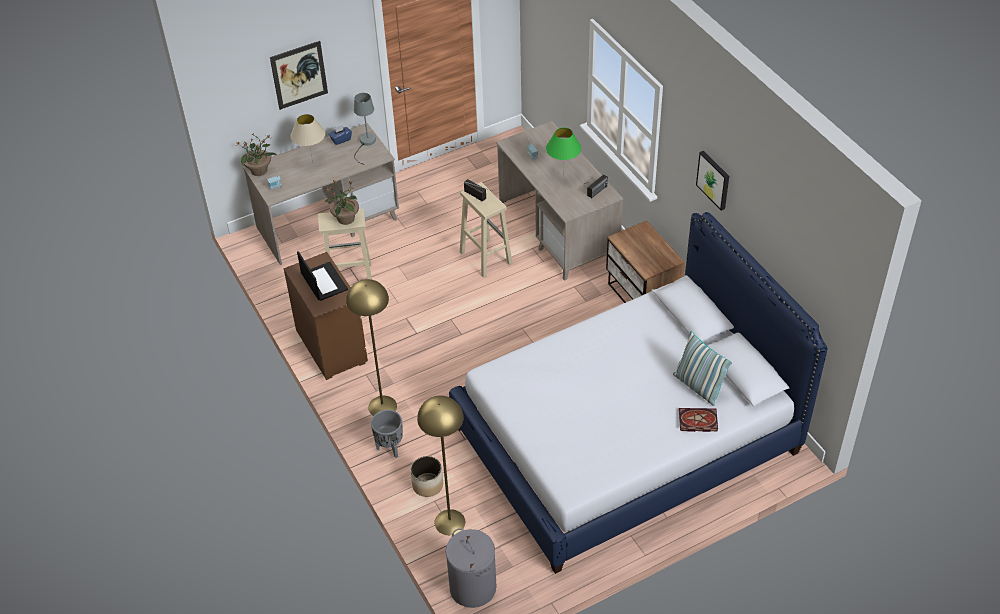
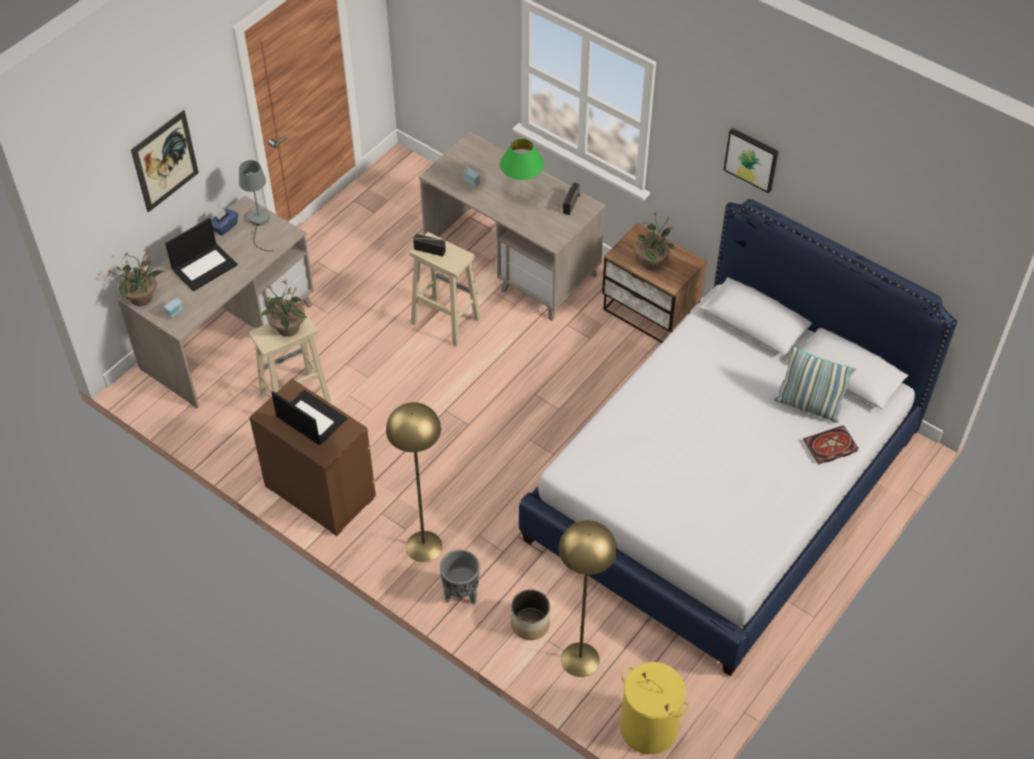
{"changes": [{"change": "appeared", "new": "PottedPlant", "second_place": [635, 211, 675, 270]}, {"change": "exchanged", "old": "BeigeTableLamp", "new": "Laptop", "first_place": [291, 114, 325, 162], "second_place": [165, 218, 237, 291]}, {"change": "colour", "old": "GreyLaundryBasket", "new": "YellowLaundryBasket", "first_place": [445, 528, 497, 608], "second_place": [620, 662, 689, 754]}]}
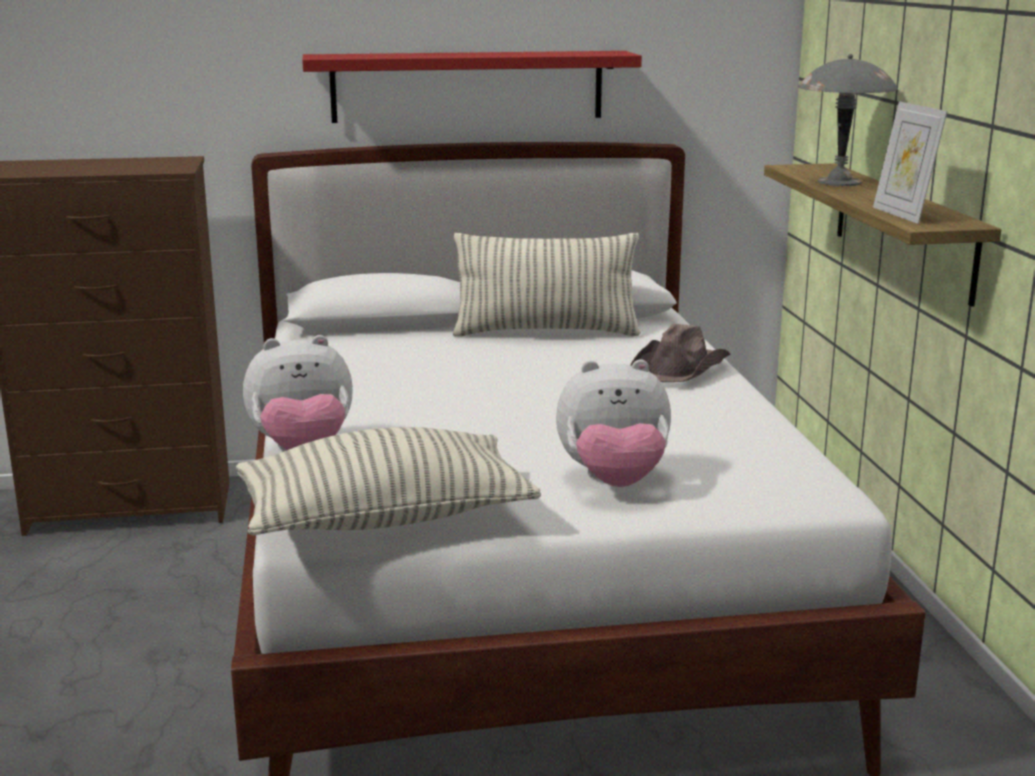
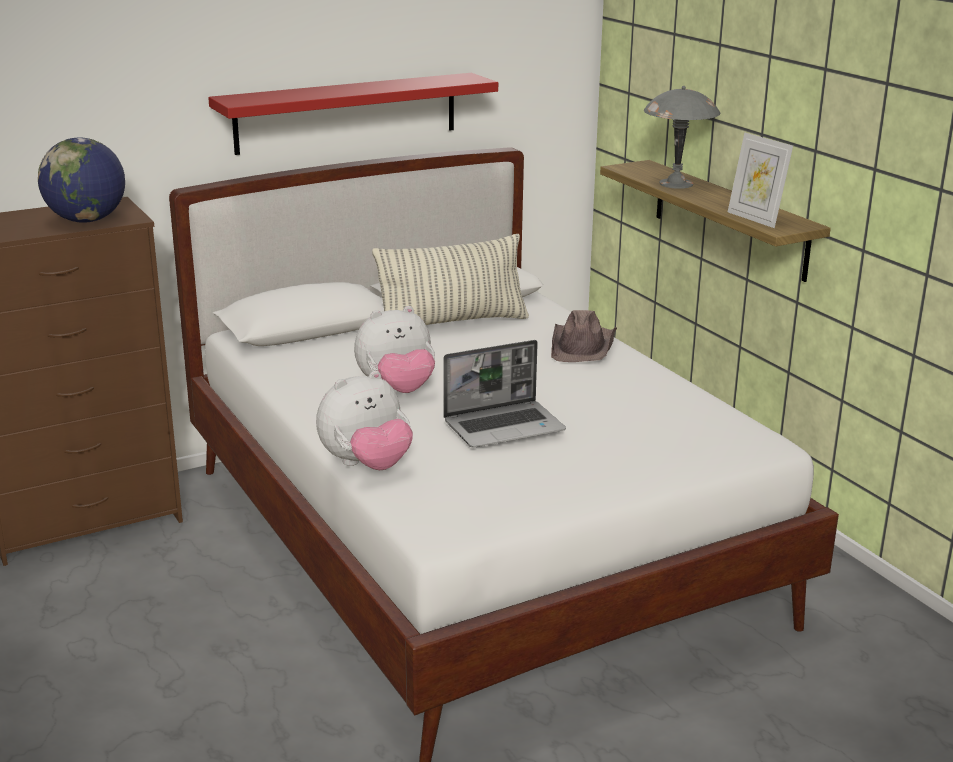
{"changes": [{"change": "missing", "old": "Pillow", "first_place": [236, 427, 541, 535]}, {"change": "appeared", "new": "Globe", "second_place": [38, 138, 125, 223]}, {"change": "appeared", "new": "Laptop", "second_place": [443, 340, 566, 448]}, {"change": "relocated", "old": "PlushToy", "first_place": [556, 359, 671, 487], "second_place": [354, 306, 435, 393]}]}
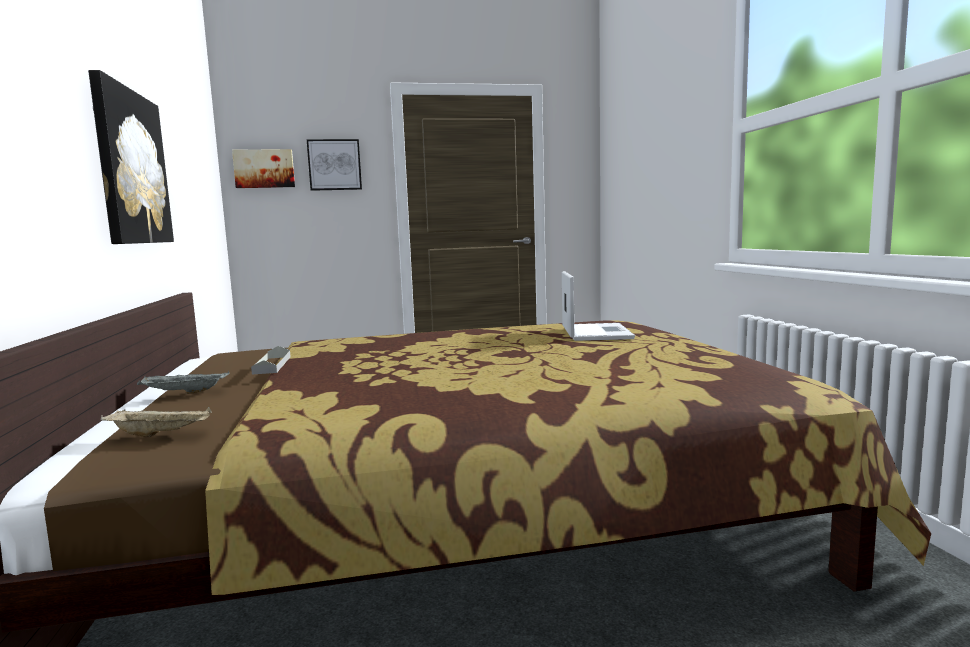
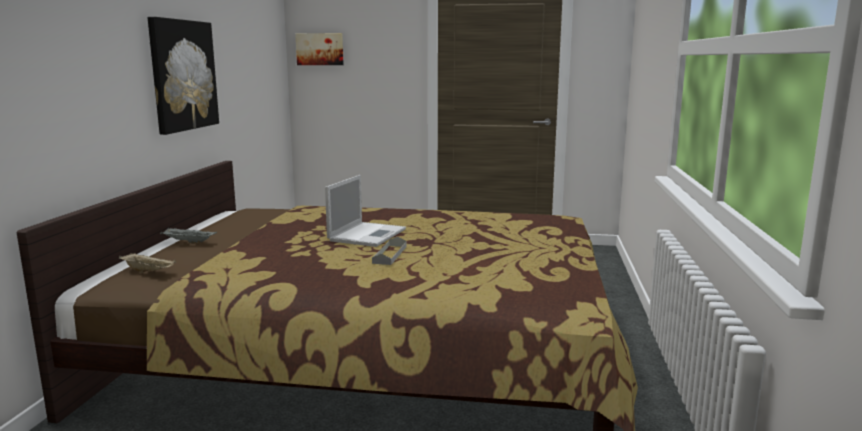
{"changes": [{"change": "missing", "old": "Picture", "first_place": [307, 139, 362, 191]}, {"change": "relocated", "old": "GreyTray", "first_place": [251, 346, 291, 374], "second_place": [372, 236, 407, 265]}, {"change": "relocated", "old": "Laptop", "first_place": [562, 271, 635, 341], "second_place": [325, 175, 406, 247]}]}
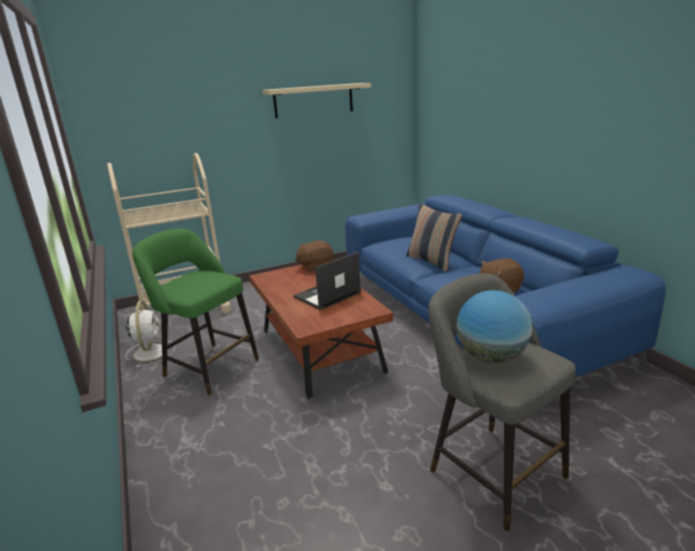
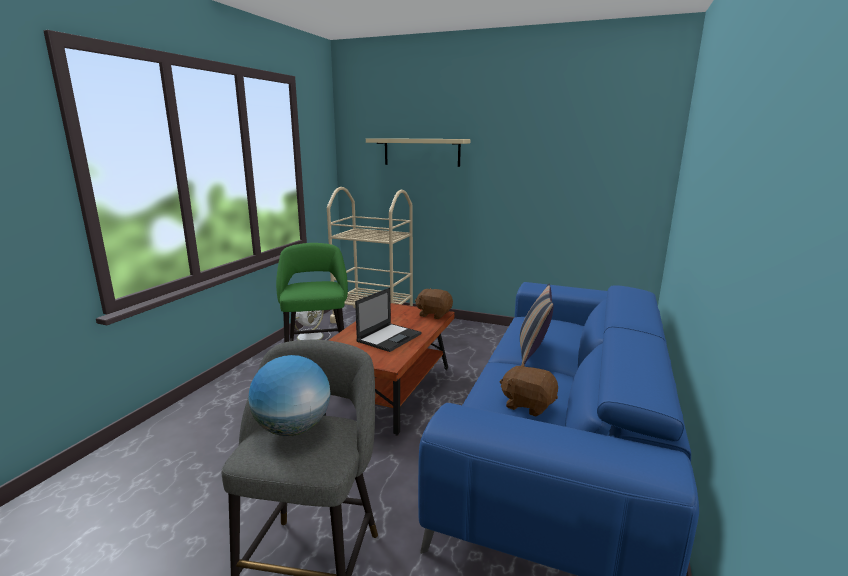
{"changes": [{"change": "relocated", "old": "BeigeShelf", "first_place": [262, 83, 371, 118], "second_place": [366, 138, 470, 167]}, {"change": "spun", "old": "Laptop", "first_place": [293, 252, 361, 310], "second_place": [355, 288, 422, 352], "degrees": 120}]}
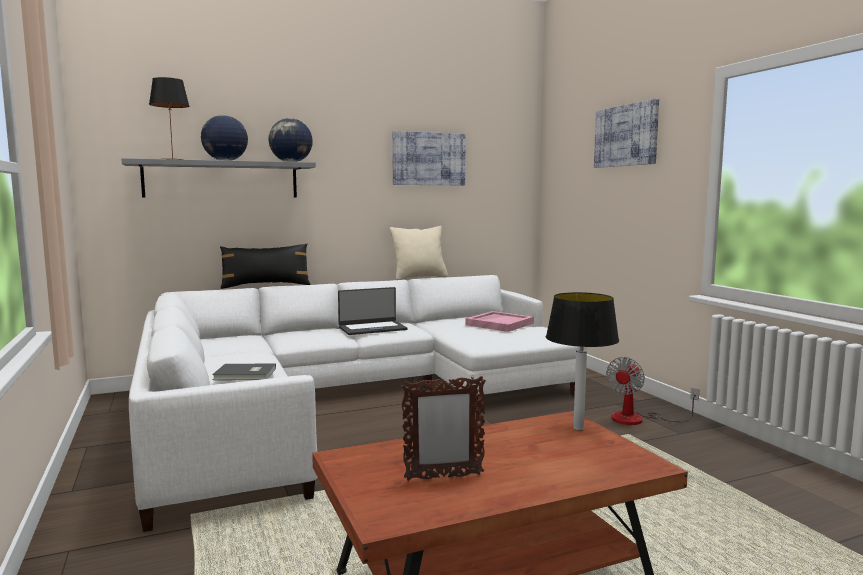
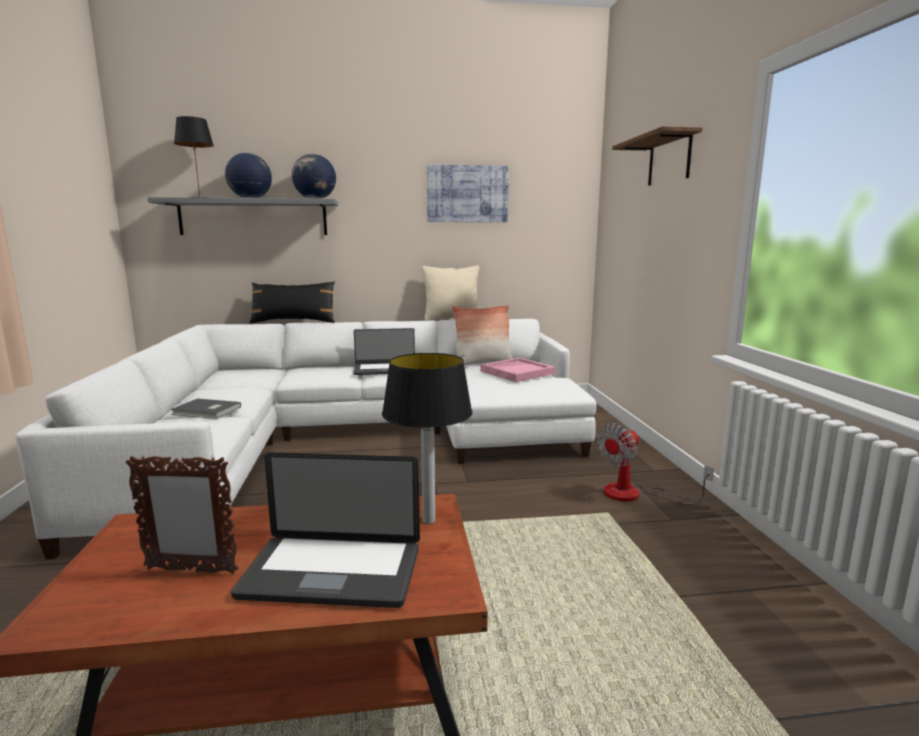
{"changes": [{"change": "appeared", "new": "Laptop", "second_place": [231, 452, 420, 608]}, {"change": "appeared", "new": "Pillow", "second_place": [452, 305, 513, 366]}, {"change": "exchanged", "old": "Picture", "new": "Shelf", "first_place": [594, 99, 659, 168], "second_place": [612, 126, 702, 186]}]}
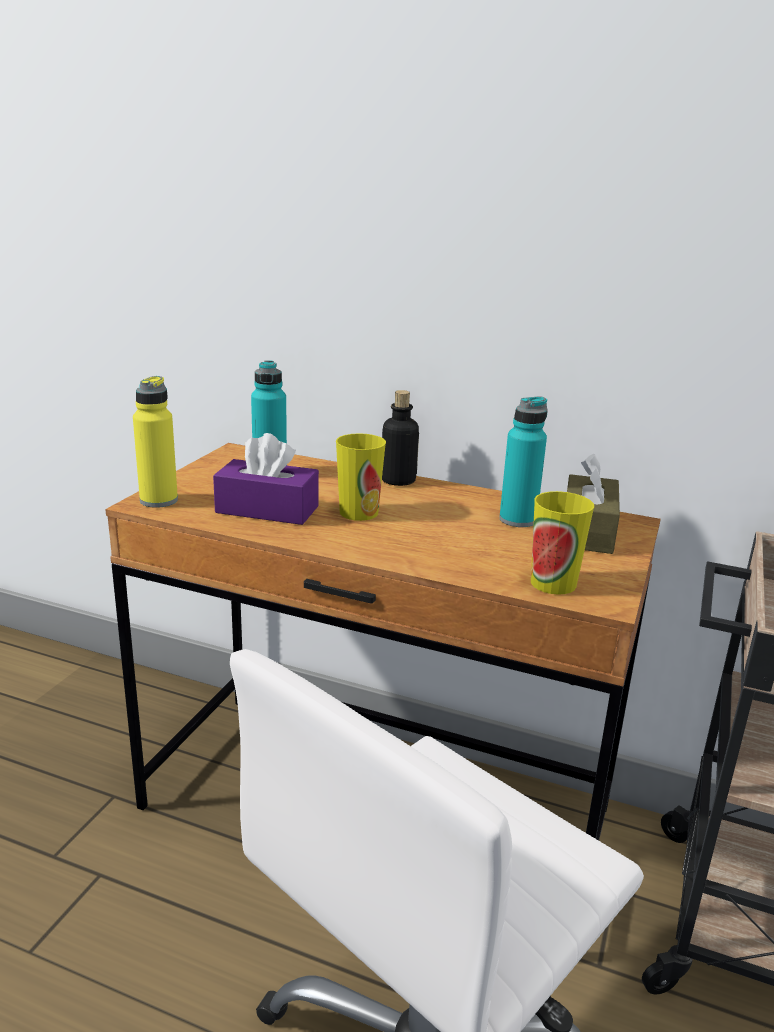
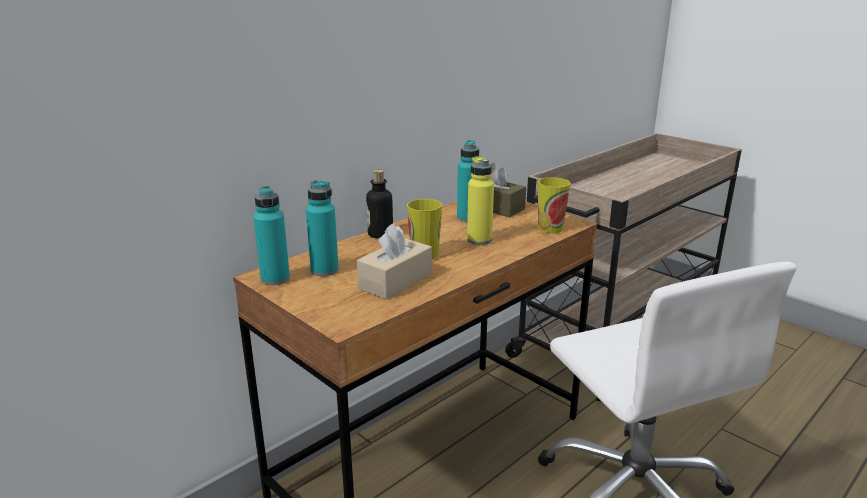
{"changes": [{"change": "appeared", "new": "TurquoiseBottle", "second_place": [253, 186, 290, 285]}, {"change": "relocated", "old": "YellowBottle", "first_place": [133, 376, 178, 508], "second_place": [467, 156, 494, 245]}, {"change": "colour", "old": "PurpleTissueBox", "new": "BeigeTissueBox", "first_place": [213, 433, 319, 525], "second_place": [357, 223, 432, 299]}]}
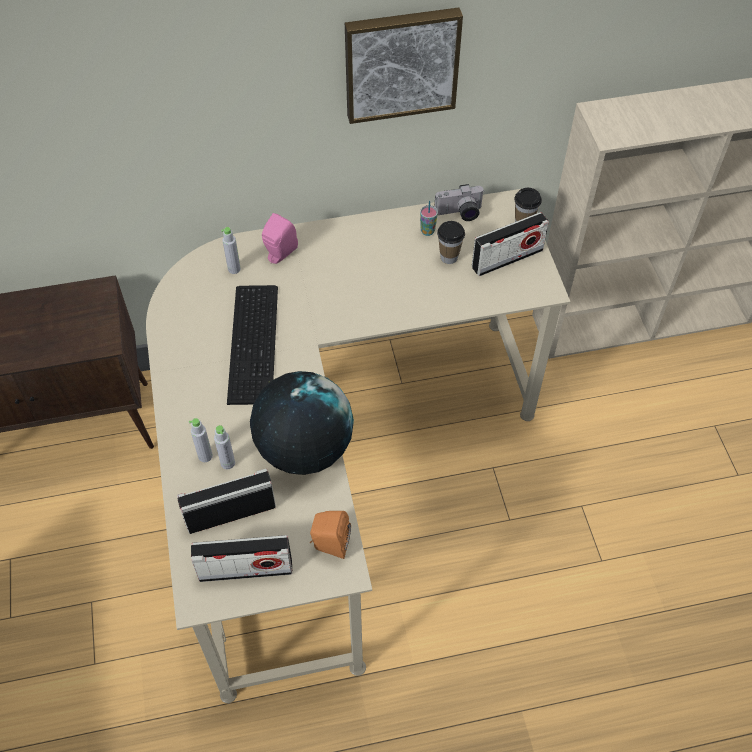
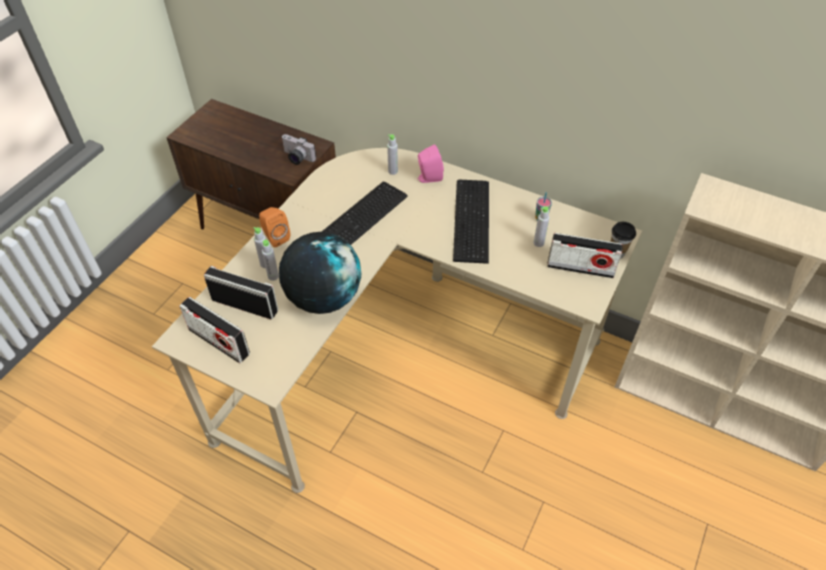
{"changes": [{"change": "missing", "old": "Picture", "first_place": [345, 7, 463, 124]}, {"change": "appeared", "new": "Keyboard", "second_place": [453, 180, 489, 264]}, {"change": "relocated", "old": "OrangeSpeaker", "first_place": [310, 511, 351, 559], "second_place": [259, 207, 290, 247]}, {"change": "relocated", "old": "PhotoCamera", "first_place": [434, 184, 485, 221], "second_place": [282, 134, 316, 165]}, {"change": "exchanged", "old": "Cup", "new": "GreyBottle", "first_place": [437, 221, 465, 264], "second_place": [534, 206, 549, 247]}]}
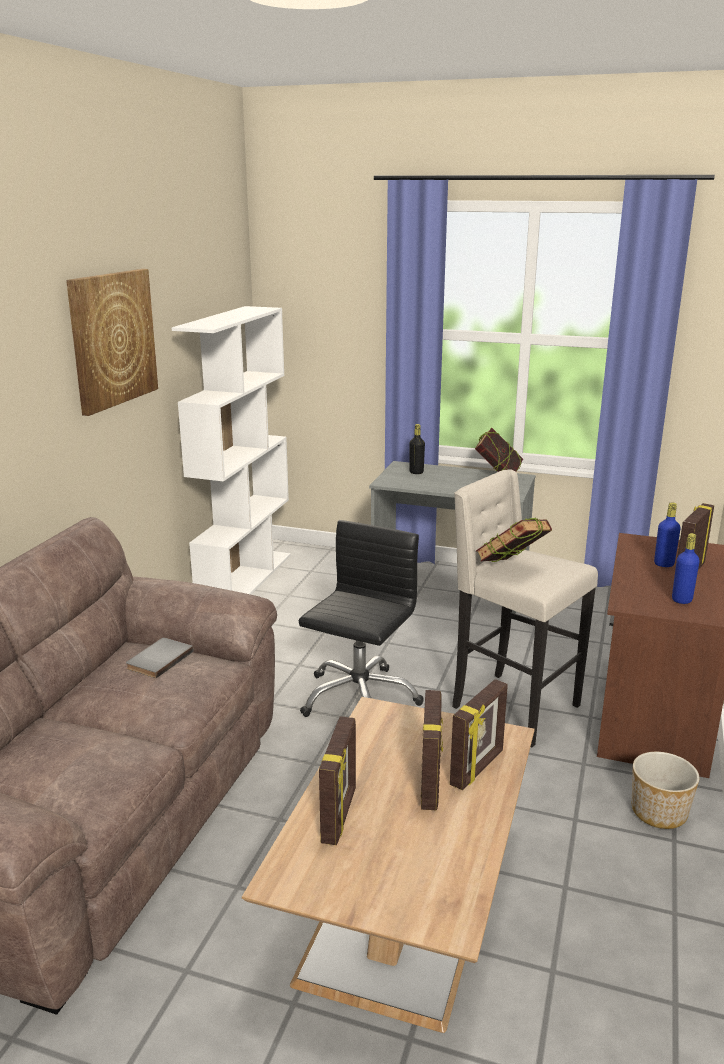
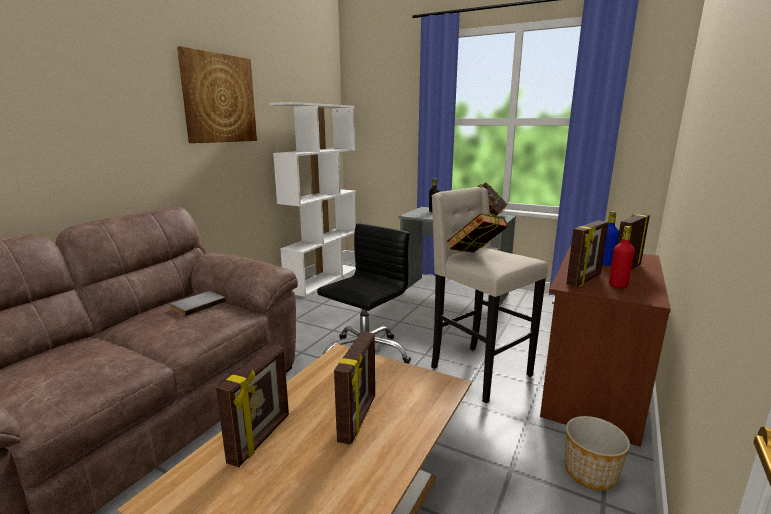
{"changes": [{"change": "relocated", "old": "PictureFrame", "first_place": [450, 679, 508, 790], "second_place": [566, 220, 609, 287]}, {"change": "colour", "old": "BlueBottle", "new": "RedBottle", "first_place": [672, 533, 700, 604], "second_place": [609, 226, 635, 289]}]}
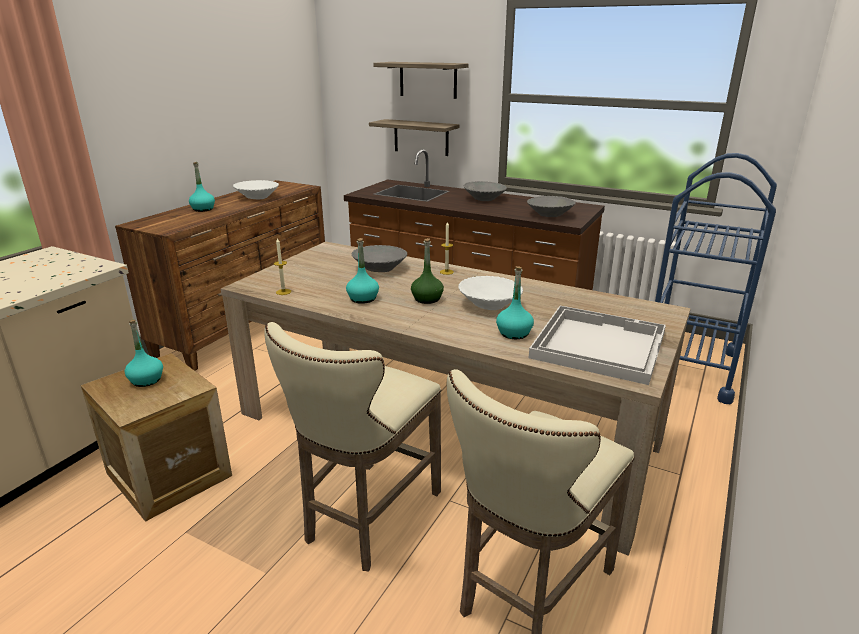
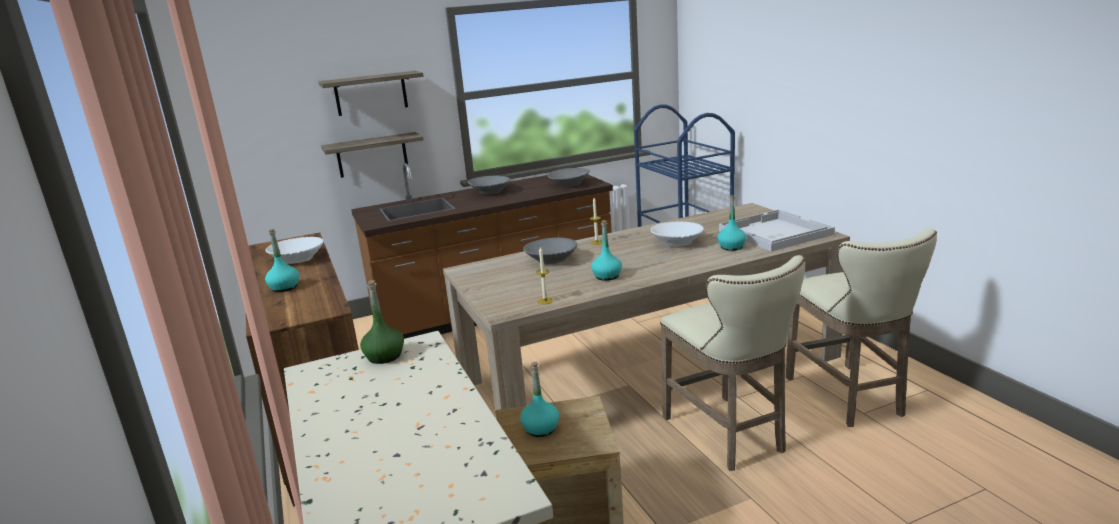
{"changes": [{"change": "relocated", "old": "GreenBottle", "first_place": [411, 238, 444, 304], "second_place": [360, 280, 404, 364]}]}
